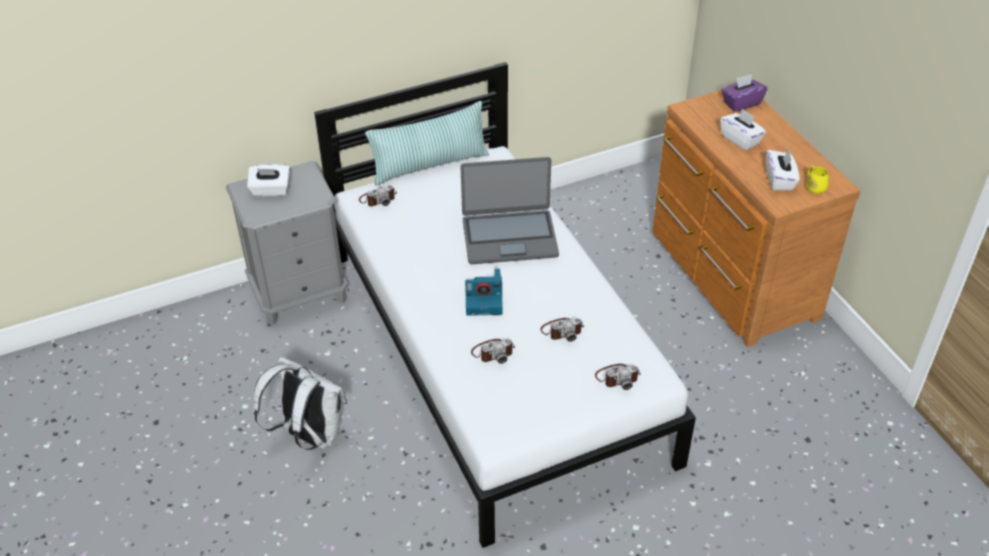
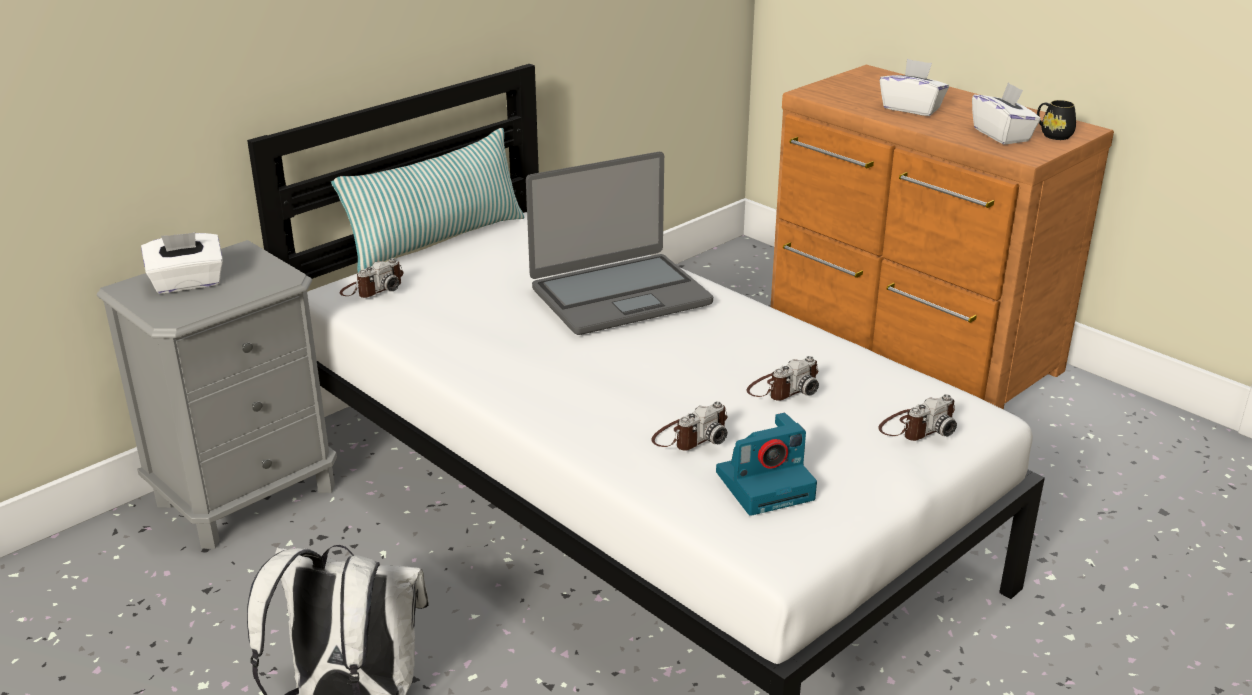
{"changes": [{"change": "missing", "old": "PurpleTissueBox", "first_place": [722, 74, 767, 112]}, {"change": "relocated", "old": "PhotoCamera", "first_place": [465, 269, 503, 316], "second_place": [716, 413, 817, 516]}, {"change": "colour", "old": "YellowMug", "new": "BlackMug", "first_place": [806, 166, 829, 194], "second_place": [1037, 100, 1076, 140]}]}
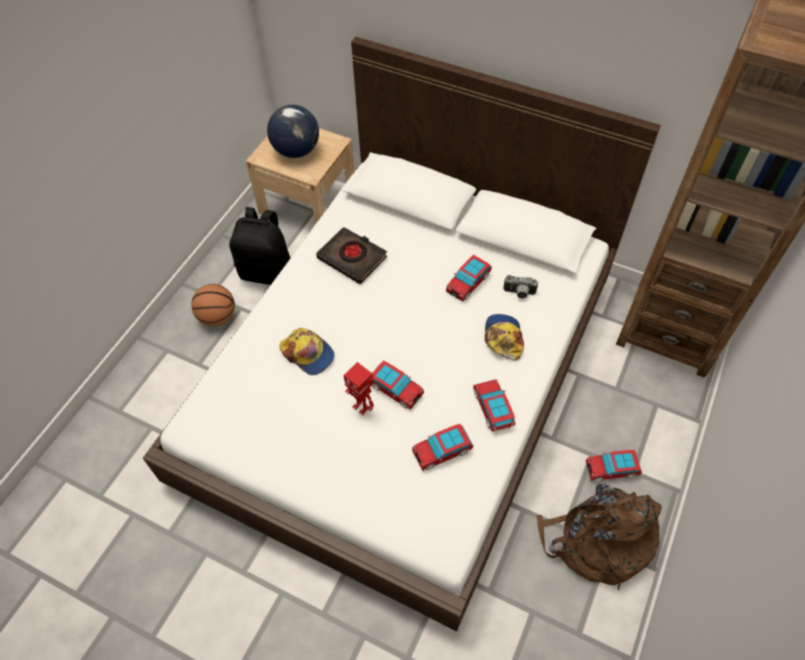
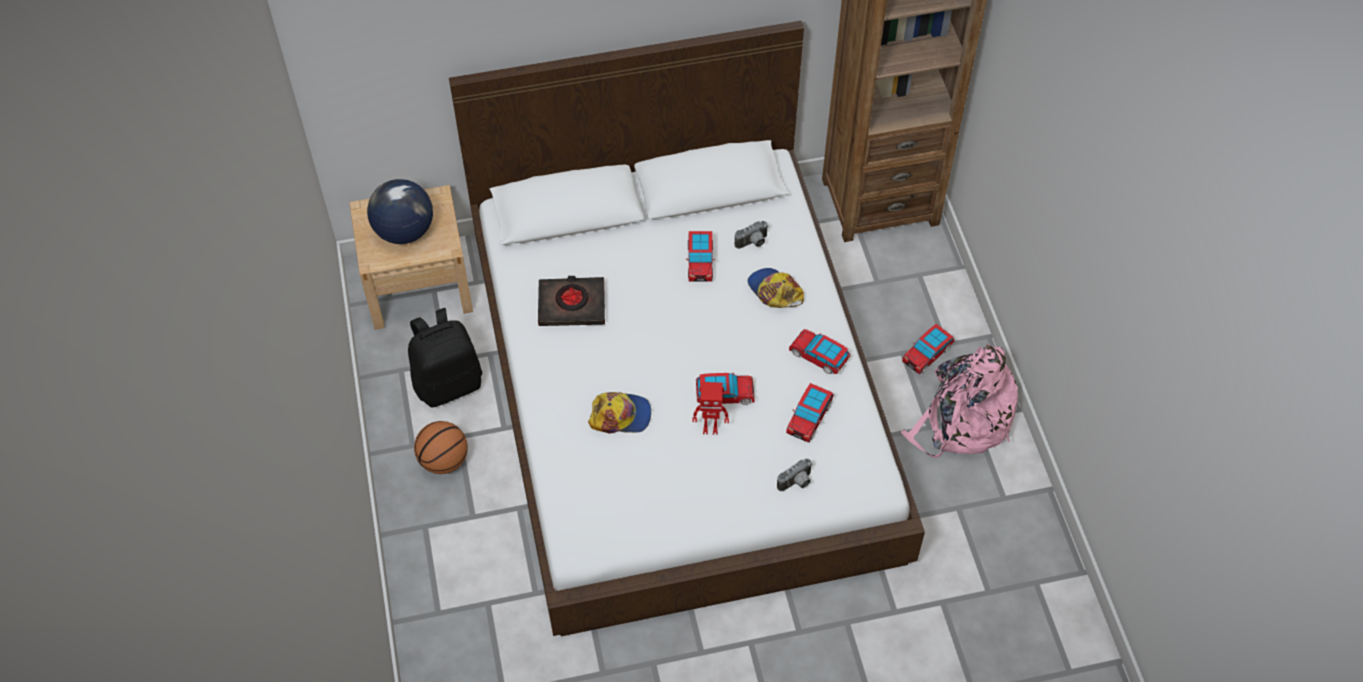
{"changes": [{"change": "appeared", "new": "PhotoCamera", "second_place": [777, 458, 812, 491]}, {"change": "colour", "old": "BrownBackpack", "new": "PinkBackpack", "first_place": [536, 484, 662, 591], "second_place": [900, 344, 1018, 458]}]}
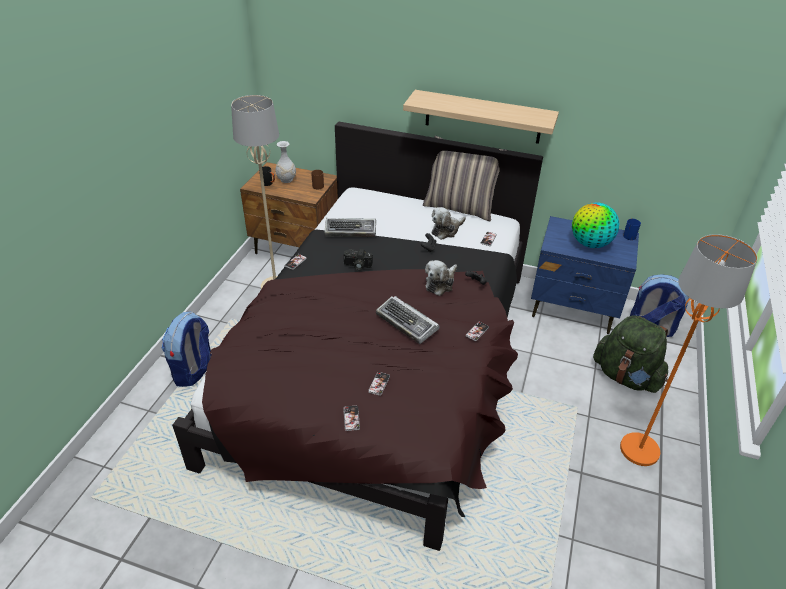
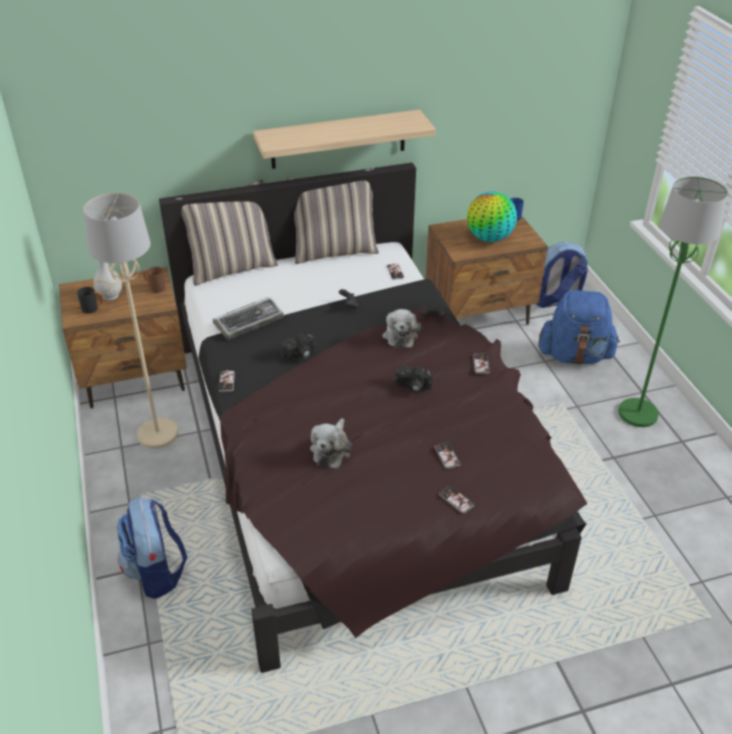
{"changes": [{"change": "appeared", "new": "Pillow", "second_place": [175, 180, 278, 286]}, {"change": "relocated", "old": "PlushToy", "first_place": [432, 207, 466, 240], "second_place": [310, 418, 352, 469]}, {"change": "exchanged", "old": "Keyboard", "new": "PhotoCamera", "first_place": [376, 296, 439, 344], "second_place": [395, 366, 433, 393]}, {"change": "colour", "old": "BlueNightstand", "new": "BrownNightstand", "first_place": [531, 216, 639, 334], "second_place": [426, 216, 548, 325]}, {"change": "colour", "old": "GreenBackpack", "new": "BlueBackpack", "first_place": [593, 315, 668, 393], "second_place": [539, 290, 620, 365]}, {"change": "colour", "old": "OrangeFloorLamp", "new": "GreenFloorLamp", "first_place": [620, 234, 758, 466], "second_place": [618, 176, 728, 427]}]}
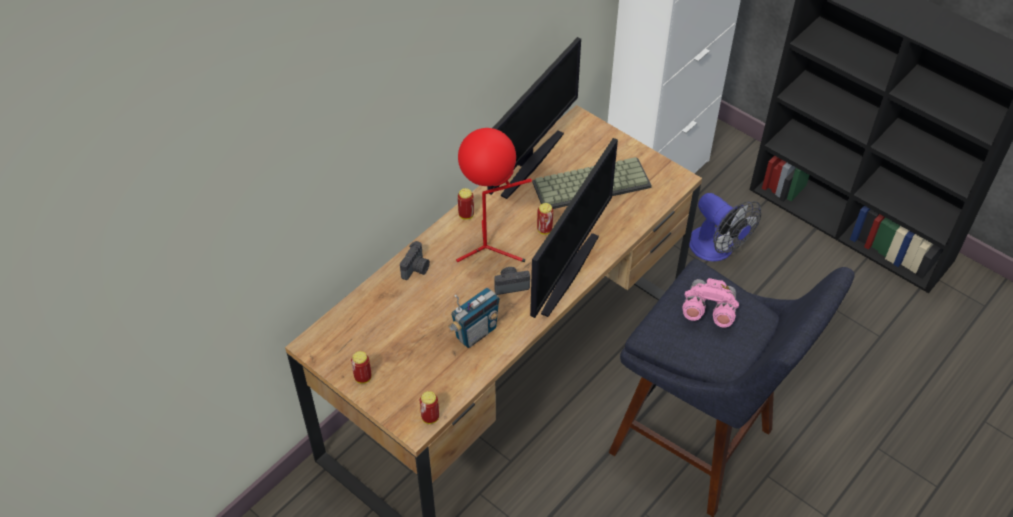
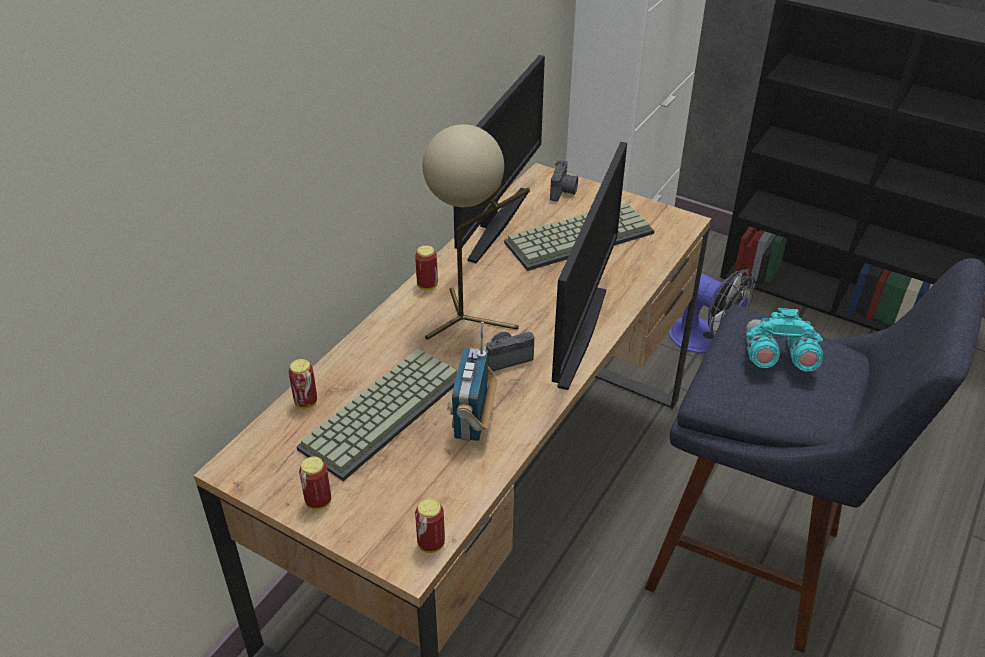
{"changes": [{"change": "appeared", "new": "Keyboard", "second_place": [296, 348, 458, 481]}, {"change": "relocated", "old": "PhotoCamera", "first_place": [400, 241, 430, 280], "second_place": [550, 160, 578, 201]}, {"change": "relocated", "old": "Can", "first_place": [537, 203, 553, 235], "second_place": [289, 359, 317, 409]}, {"change": "colour", "old": "RedTableLamp", "new": "BeigeTableLamp", "first_place": [456, 128, 532, 262], "second_place": [422, 124, 530, 340]}, {"change": "colour", "old": "PinkBinoculars", "new": "TurquoiseBinoculars", "first_place": [682, 278, 739, 328], "second_place": [746, 308, 823, 371]}, {"change": "spun", "old": "Radio", "first_place": [448, 287, 500, 348], "second_place": [447, 322, 497, 441], "degrees": 150}]}
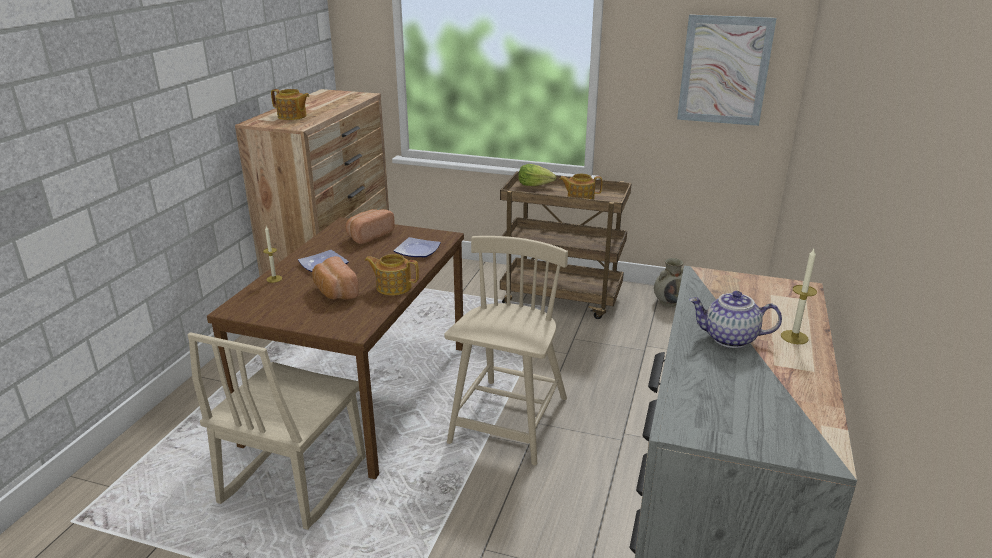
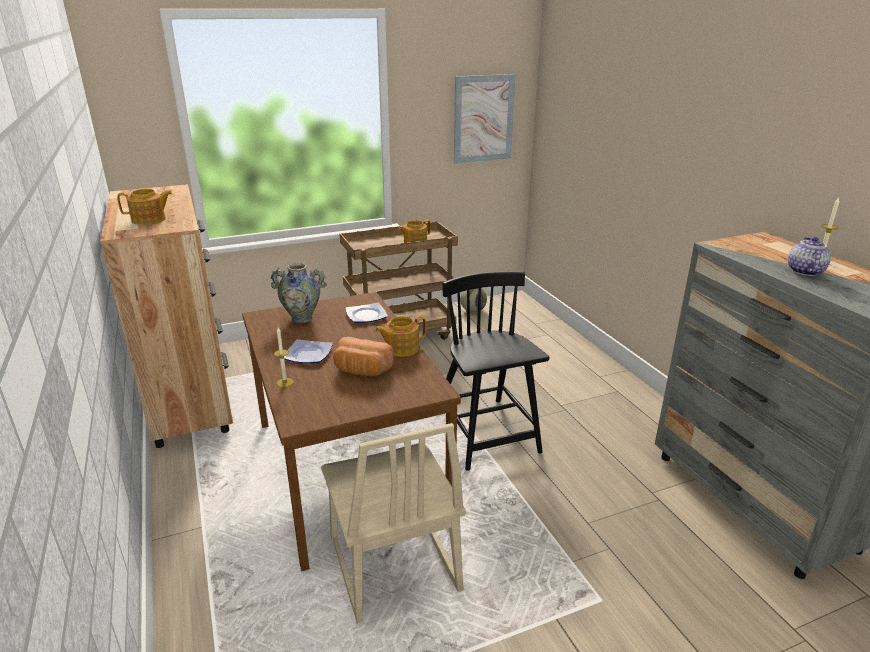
{"changes": [{"change": "missing", "old": "Lettuce", "first_place": [518, 164, 556, 186]}, {"change": "exchanged", "old": "Bread", "new": "Vase", "first_place": [346, 209, 395, 244], "second_place": [271, 263, 326, 323]}, {"change": "colour", "old": "BeigeChair", "new": "BlackChair", "first_place": [444, 236, 568, 465], "second_place": [442, 271, 549, 471]}, {"change": "spun", "old": "Teapot", "first_place": [689, 291, 782, 348], "second_place": [788, 237, 831, 276], "degrees": 135}]}
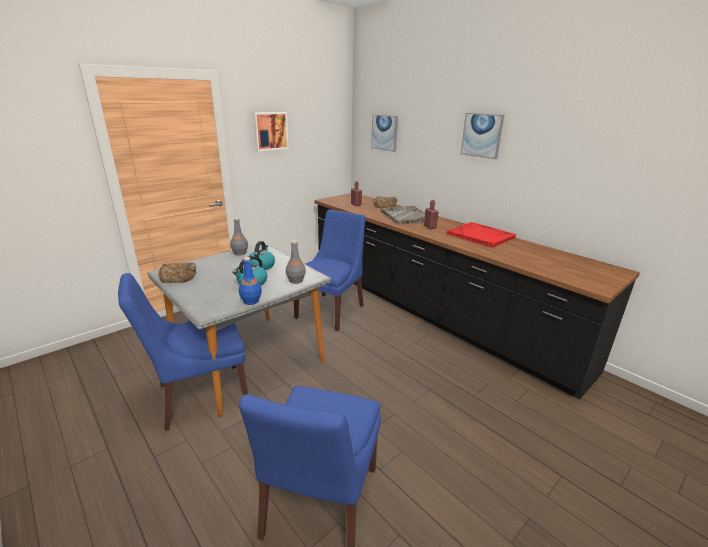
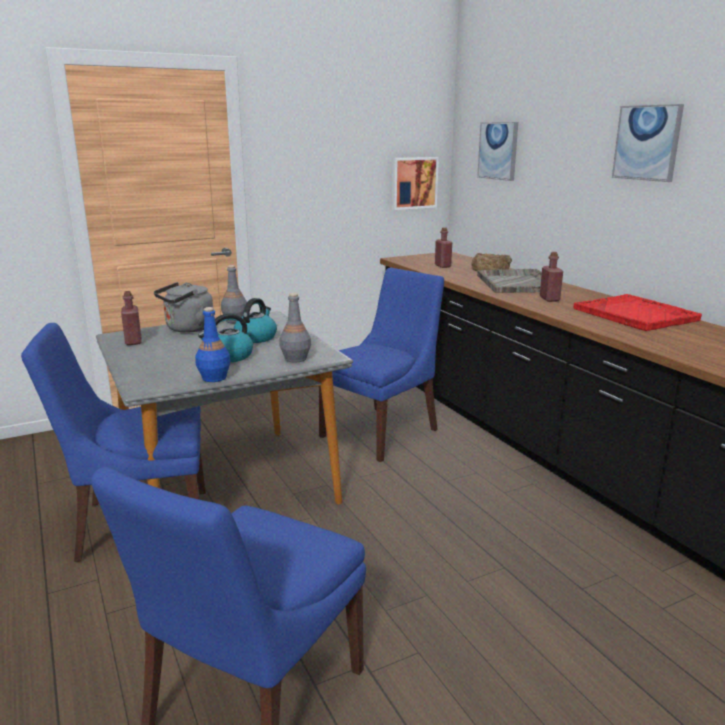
{"changes": [{"change": "appeared", "new": "GreyKettle", "second_place": [154, 282, 213, 333]}, {"change": "relocated", "old": "Picture", "first_place": [253, 112, 289, 151], "second_place": [392, 157, 439, 210]}, {"change": "exchanged", "old": "Bread", "new": "RedBottle", "first_place": [158, 262, 196, 283], "second_place": [121, 291, 142, 345]}]}
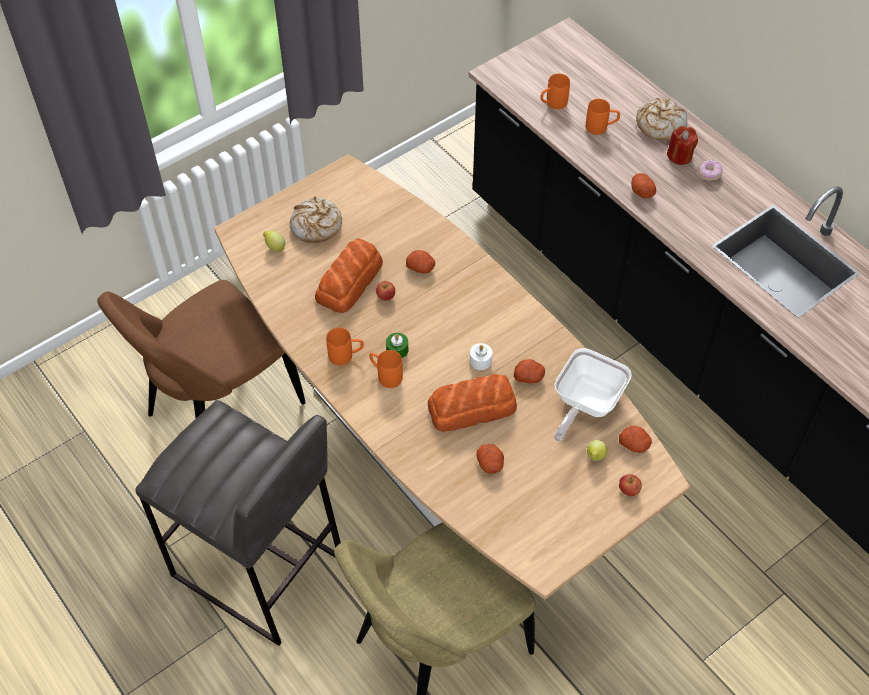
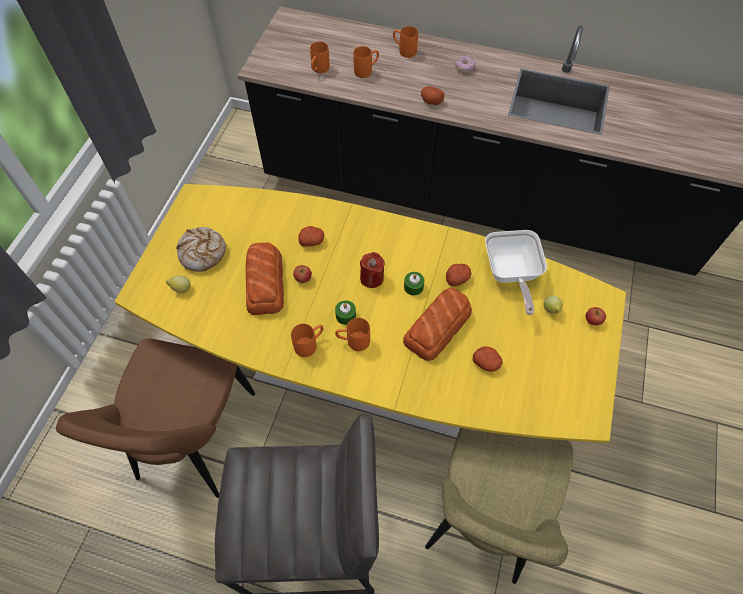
{"changes": [{"change": "missing", "old": "Potato", "first_place": [619, 426, 652, 453]}, {"change": "relocated", "old": "RedCandle", "first_place": [667, 126, 698, 165], "second_place": [360, 252, 385, 288]}, {"change": "exchanged", "old": "Bread", "new": "OrangeMug", "first_place": [636, 98, 687, 140], "second_place": [393, 26, 418, 58]}, {"change": "colour", "old": "BrownDiningTable", "new": "YellowDiningTable", "first_place": [214, 154, 690, 599], "second_place": [115, 184, 626, 443]}, {"change": "colour", "old": "WhiteCandle", "new": "GreenCandle", "first_place": [470, 343, 492, 370], "second_place": [404, 272, 425, 296]}]}
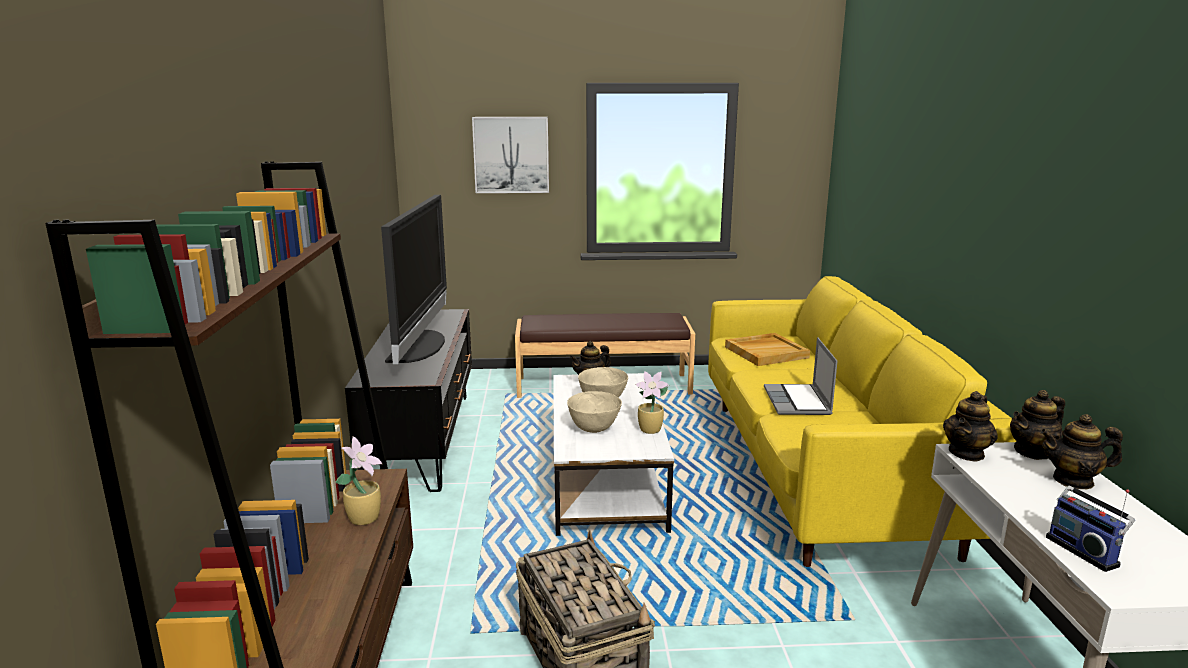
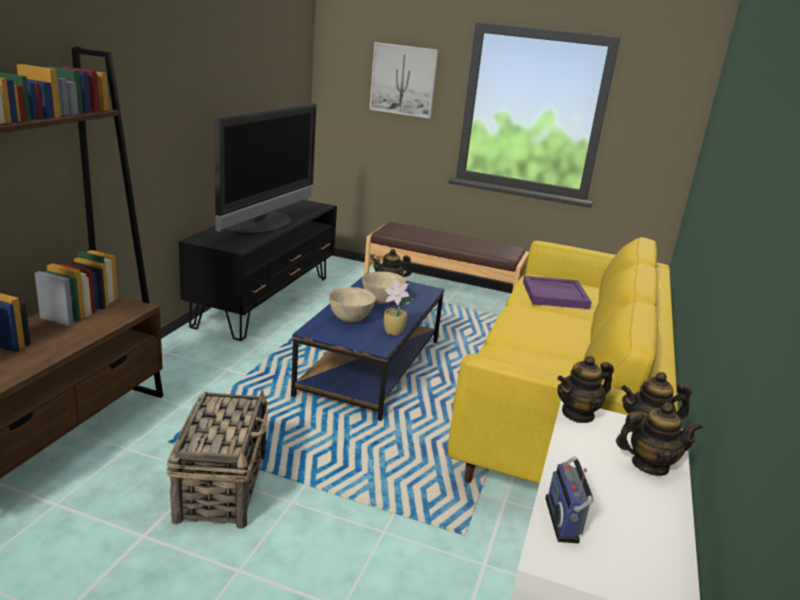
{"changes": [{"change": "missing", "old": "PottedPlant", "first_place": [335, 436, 382, 525]}, {"change": "missing", "old": "Laptop", "first_place": [764, 337, 838, 415]}, {"change": "colour", "old": "WhiteCoffeeTable", "new": "BlueCoffeeTable", "first_place": [553, 373, 674, 536], "second_place": [291, 272, 444, 421]}, {"change": "colour", "old": "BeigeTray", "new": "PurpleTray", "first_place": [725, 333, 810, 366], "second_place": [523, 276, 591, 309]}, {"change": "spun", "old": "Teapot", "first_place": [1040, 414, 1123, 489], "second_place": [616, 403, 703, 476], "degrees": 150}]}
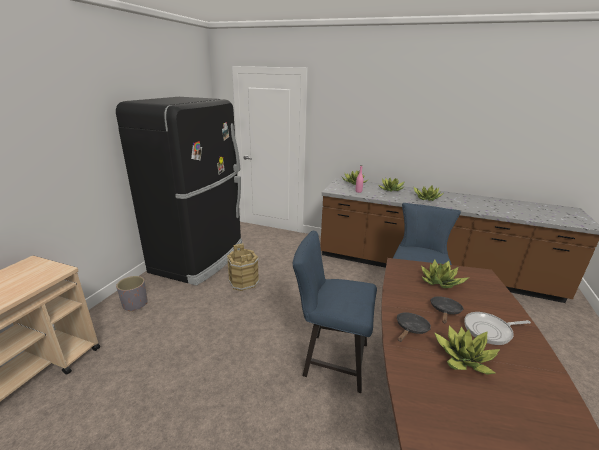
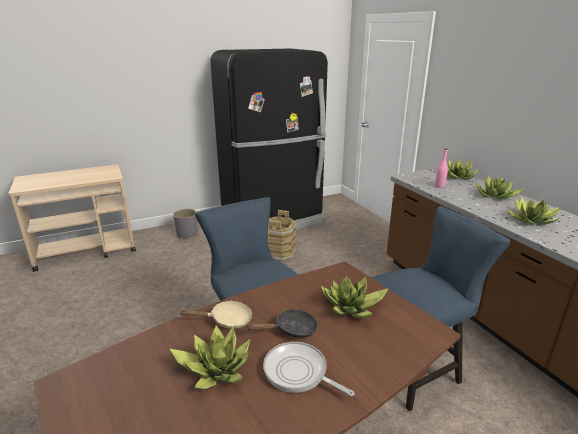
{"changes": [{"change": "colour", "old": "BlackFryingPan", "new": "BeigeFryingPan", "first_place": [397, 312, 431, 342], "second_place": [179, 301, 252, 329]}]}
